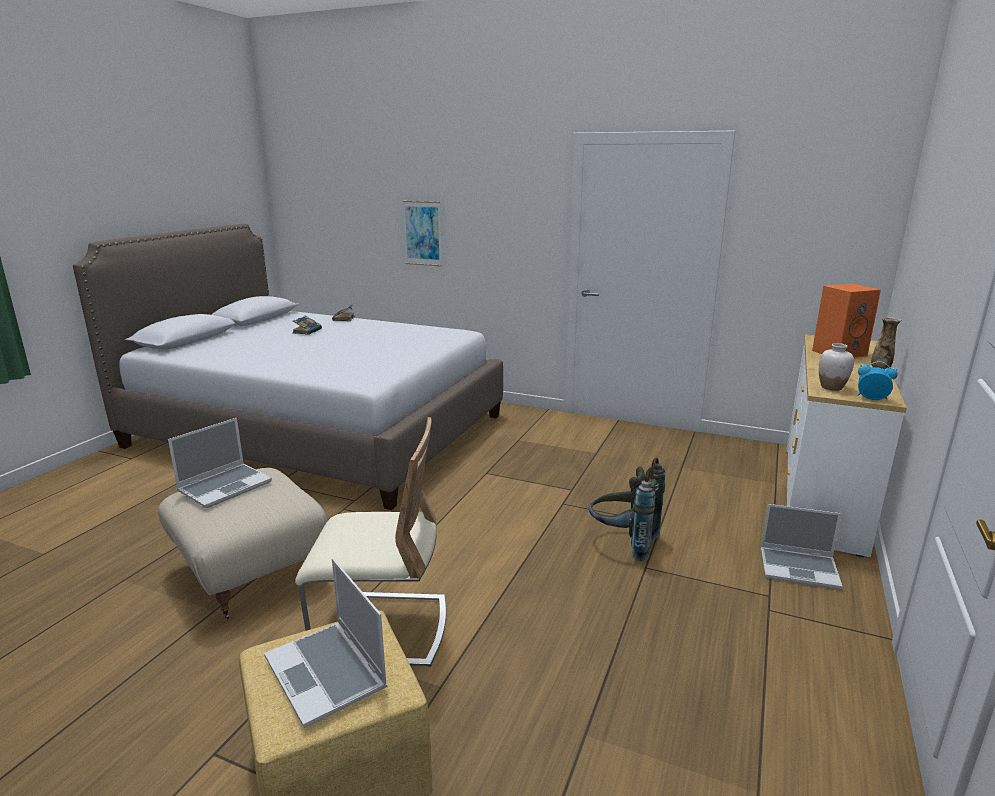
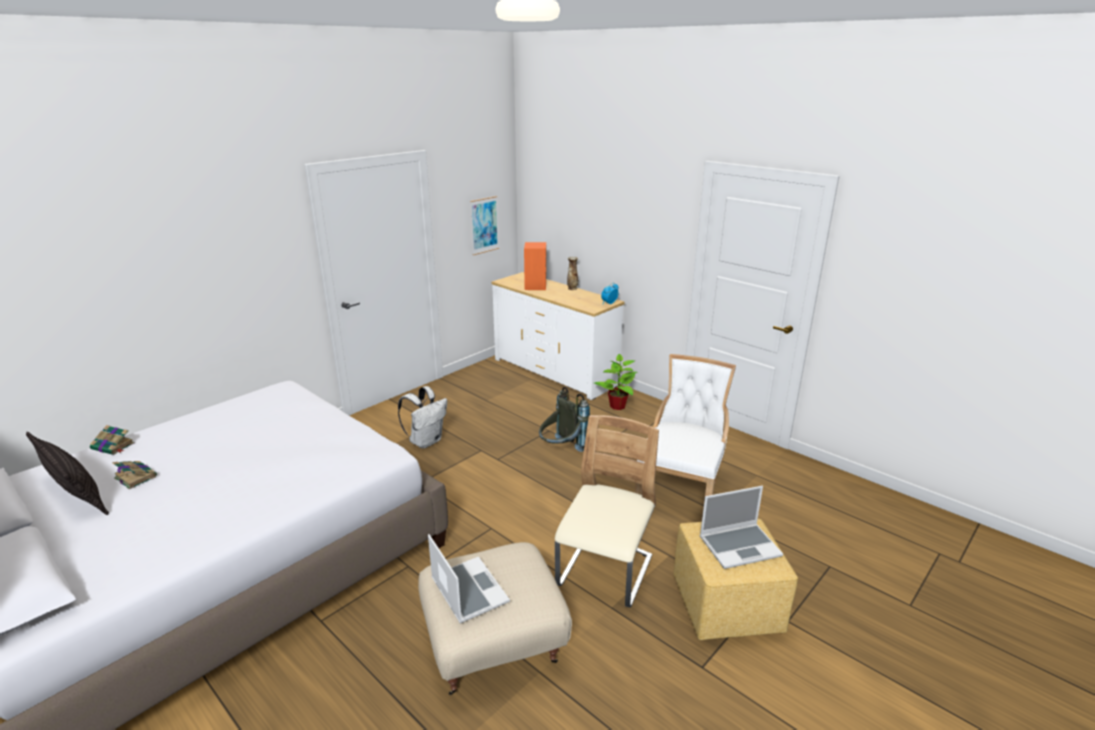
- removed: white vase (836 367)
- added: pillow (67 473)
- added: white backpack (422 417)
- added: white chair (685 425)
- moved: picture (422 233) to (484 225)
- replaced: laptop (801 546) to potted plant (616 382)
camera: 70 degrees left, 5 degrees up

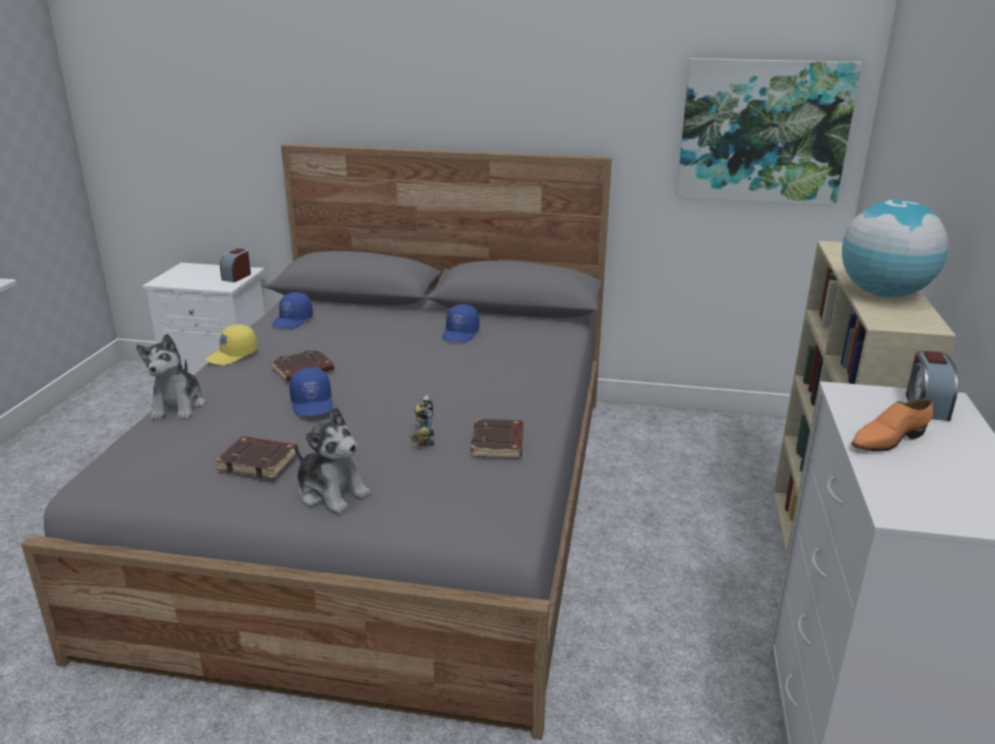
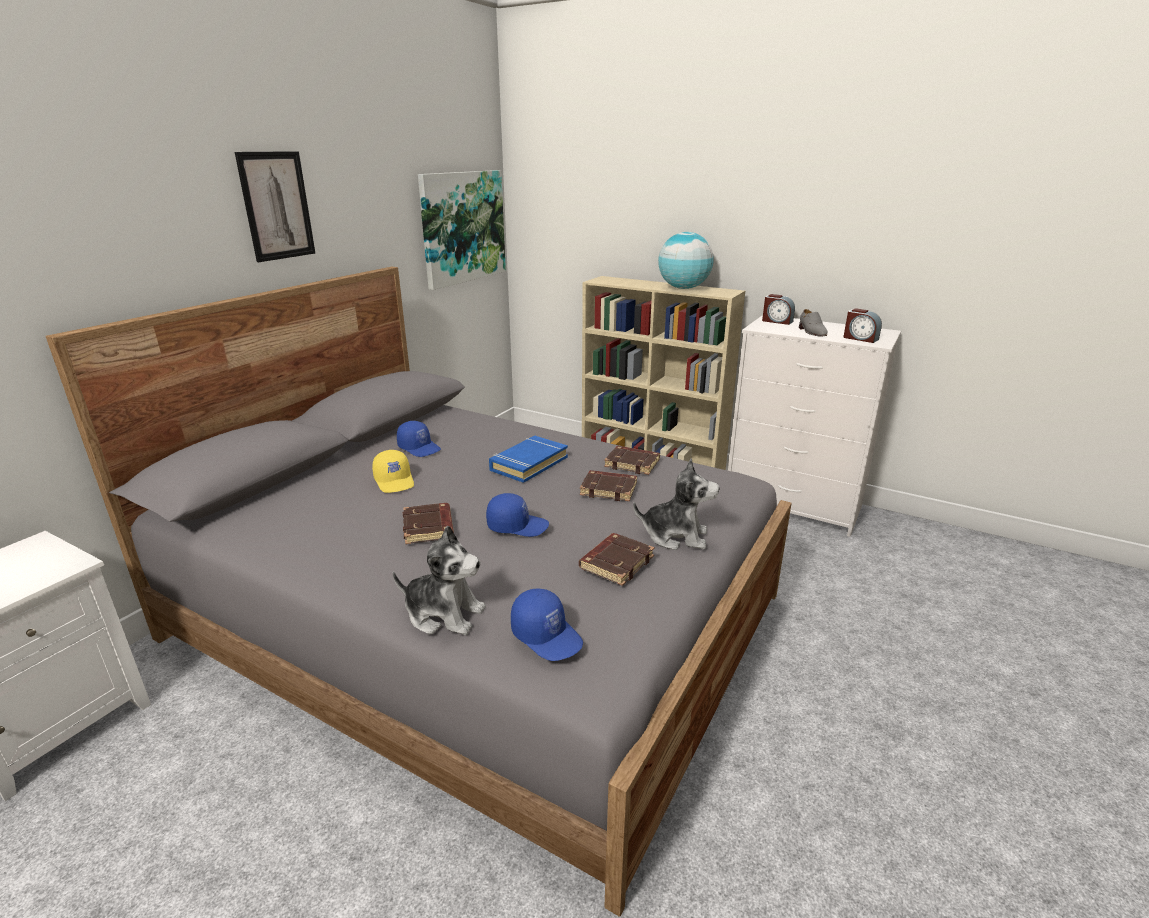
- added: picture (275 206)
- added: blue book (528 459)
- moved: yellow cap (232 345) to (393 471)
- moved: alarm clock (235 265) to (863 325)
- moved: blue cap (292 310) to (547 625)
- replaced: toy robot (422 420) to brown book (608 485)
- recoloured: orange shoe (892 425) to grey shoe (813 323)
- turned: plush toy (332 460) = (676 504) 45 degrees clockwise
camera: 70 degrees left, 0 degrees up

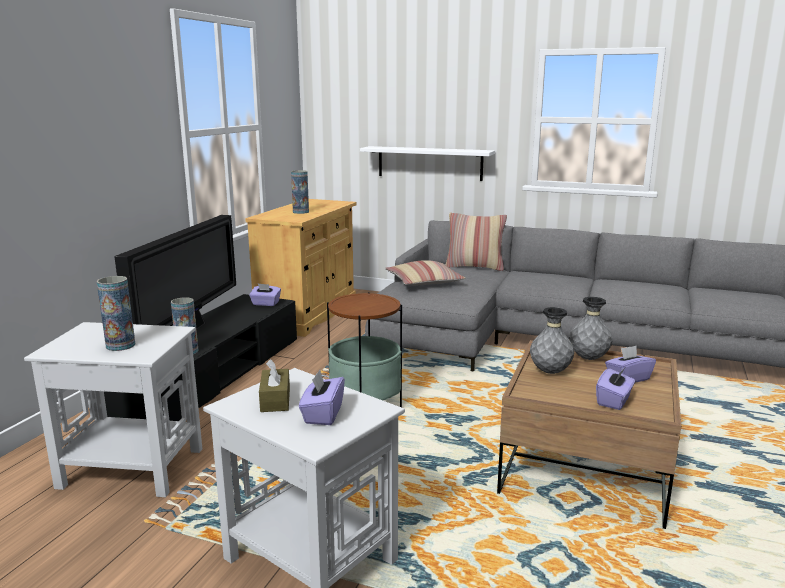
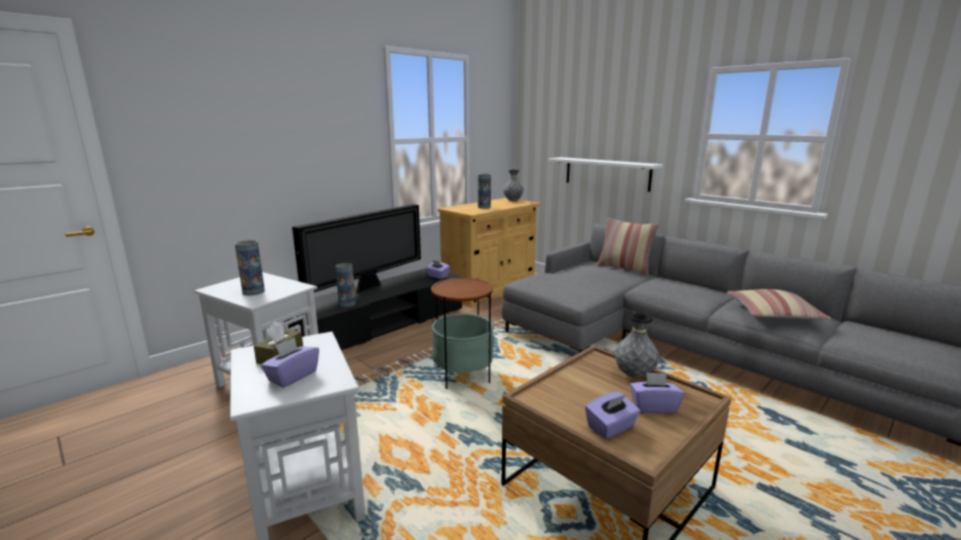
- moved: pillow (425 272) to (779 304)
- moved: grey vase (552 340) to (513 185)
camera: 25 degrees right, 0 degrees up

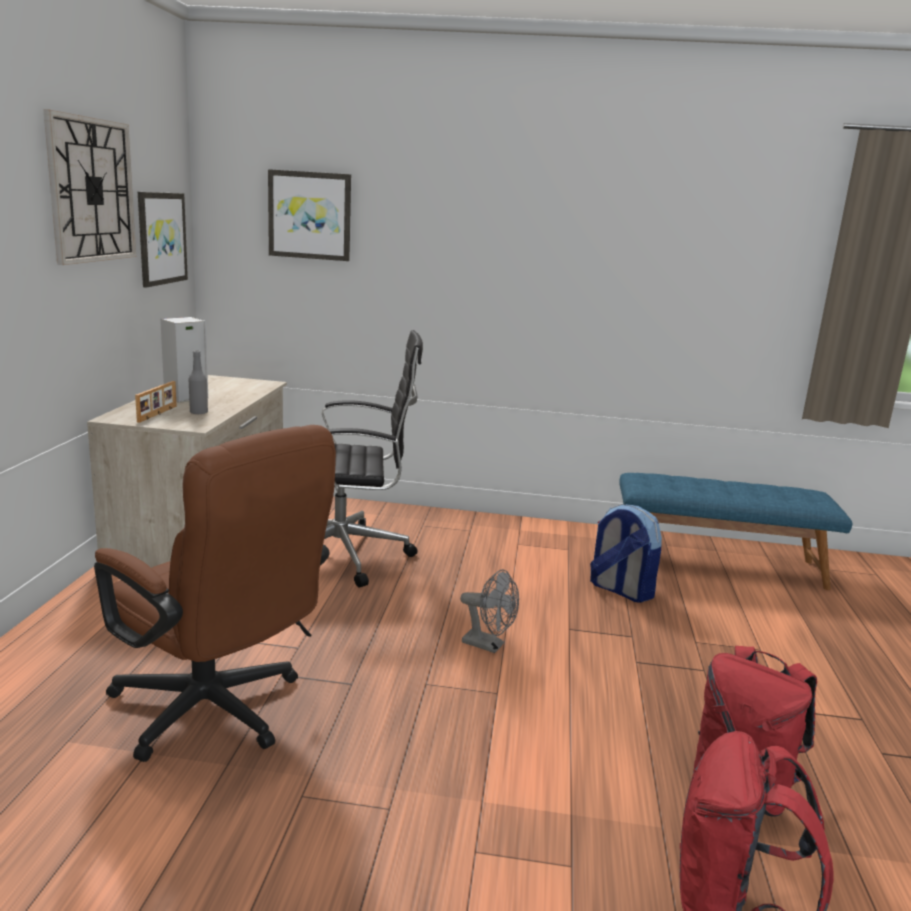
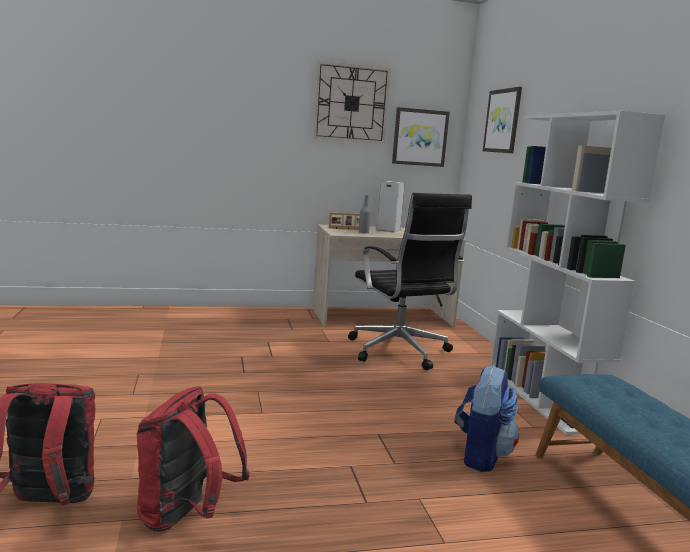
- removed: brown office chair (215 593)
- removed: grey fan (489 611)
- added: white bookcase (578 273)
camera: 70 degrees right, 5 degrees down

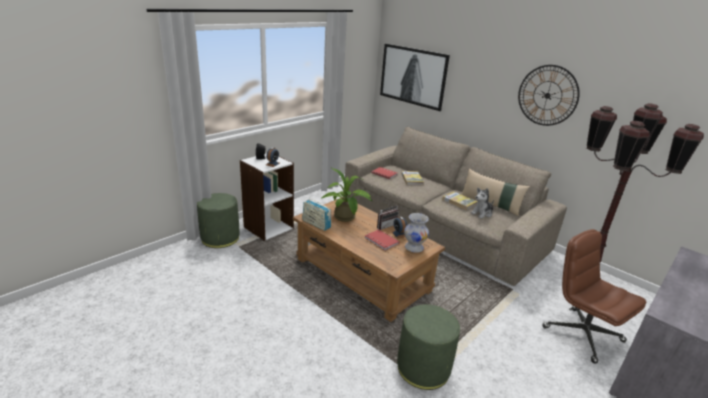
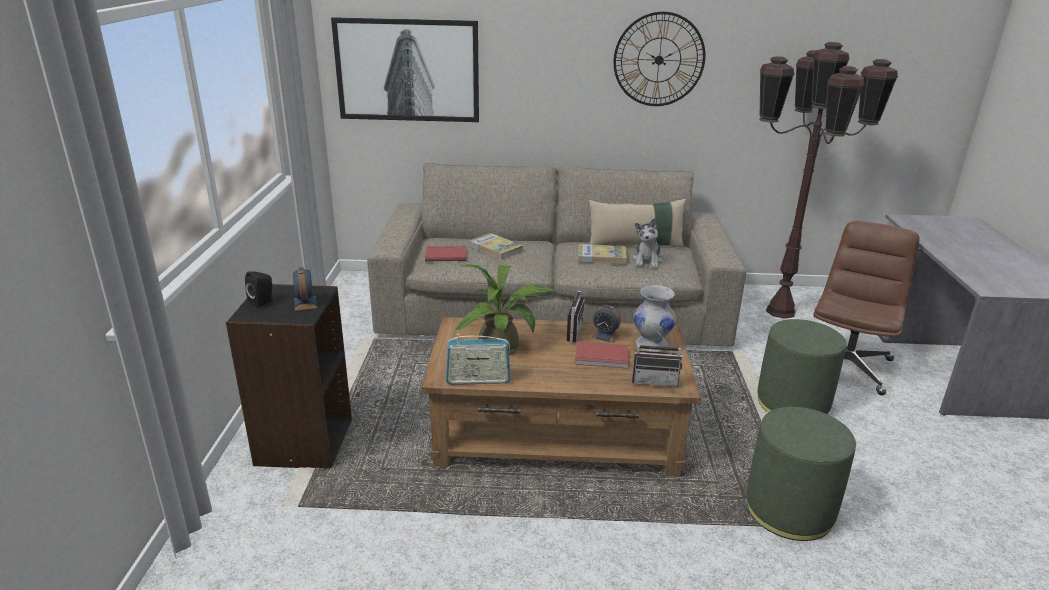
- added: radio (657 357)
- moved: green ottoman (218 220) to (801 366)
- recoloured: white bookcase (267 197) to black bookcase (289 376)
- turned: brown office chair (594 296) = (866 308) 105 degrees clockwise
camera: 40 degrees left, 0 degrees up

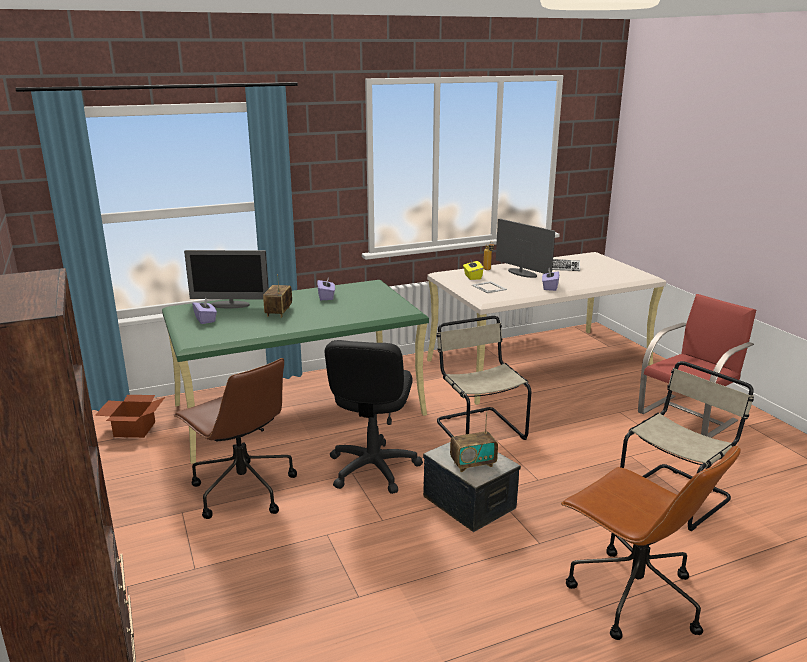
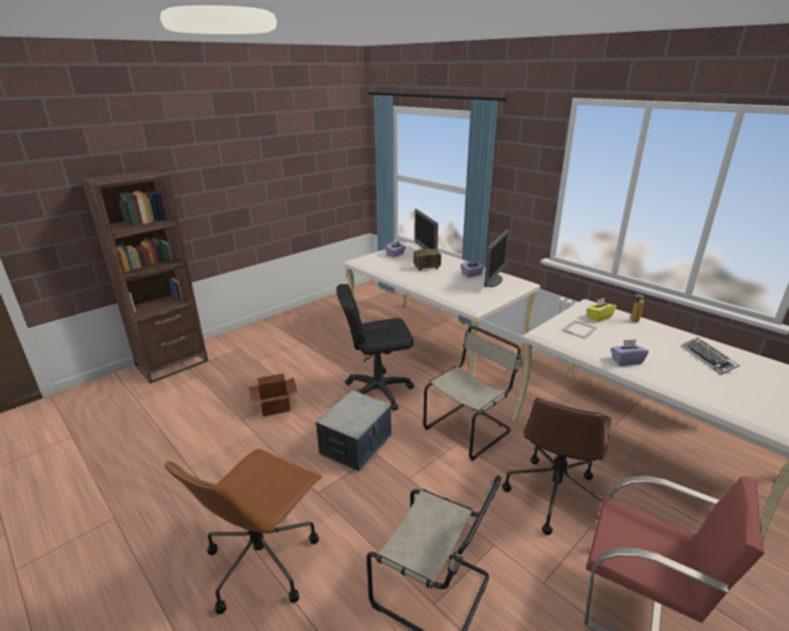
- removed: radio (474 442)
- moved: cardboard box (130 416) to (273 395)
- moved: brown office chair (235 438) to (557 466)
- moved: monitor (525 248) to (496 258)
- recoloured: green desk (295 372) to beige desk (442 310)
camera: 70 degrees right, 5 degrees up

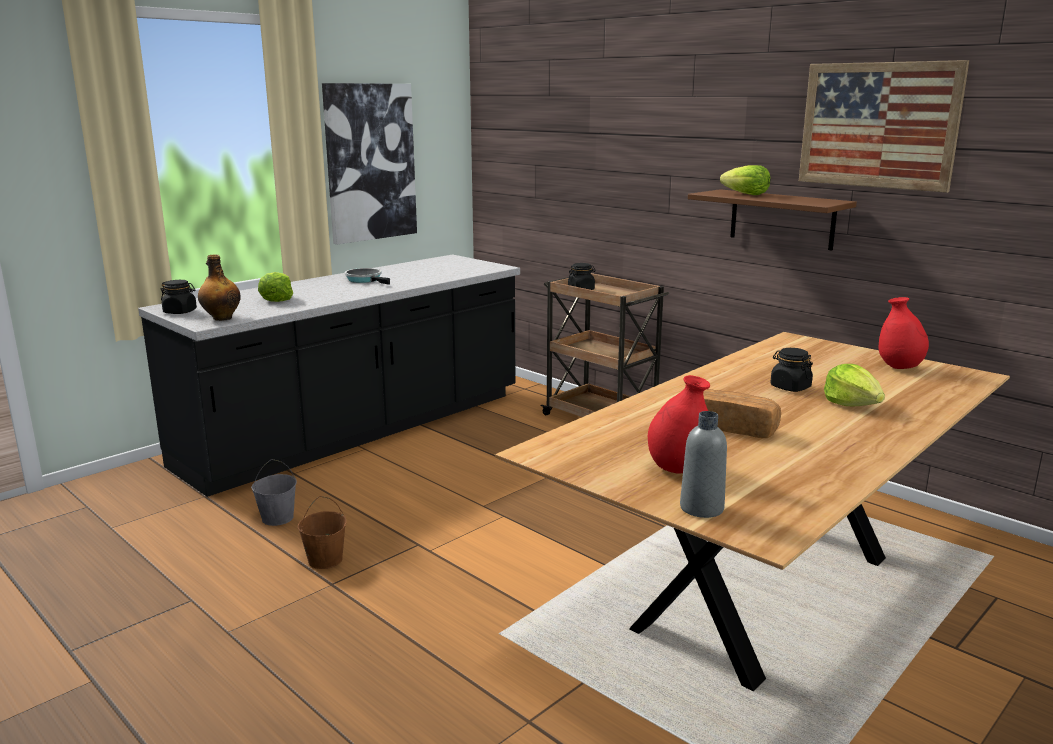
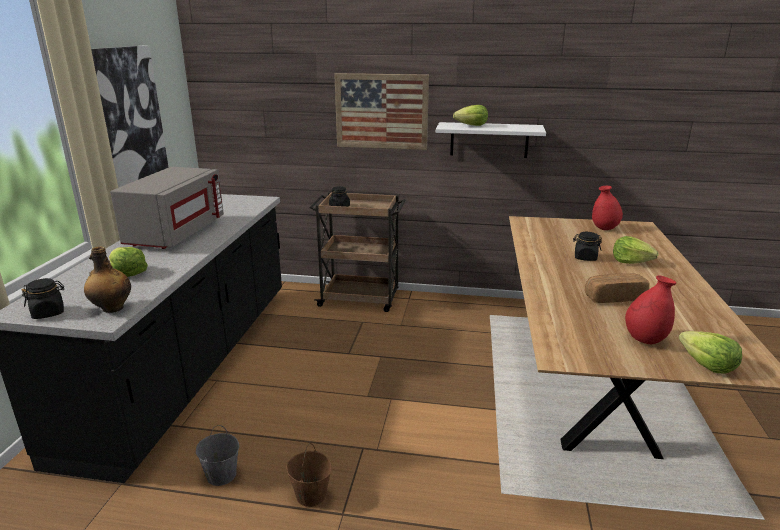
- moved: picture (884 126) to (381 111)
- replaced: frying pan (367 276) to grey microwave (167 208)
- replaced: grey bottle (703 464) to lettuce (710 352)
- recoloured: brown shelf (772 219) to white shelf (491 140)
camera: 35 degrees left, 5 degrees up

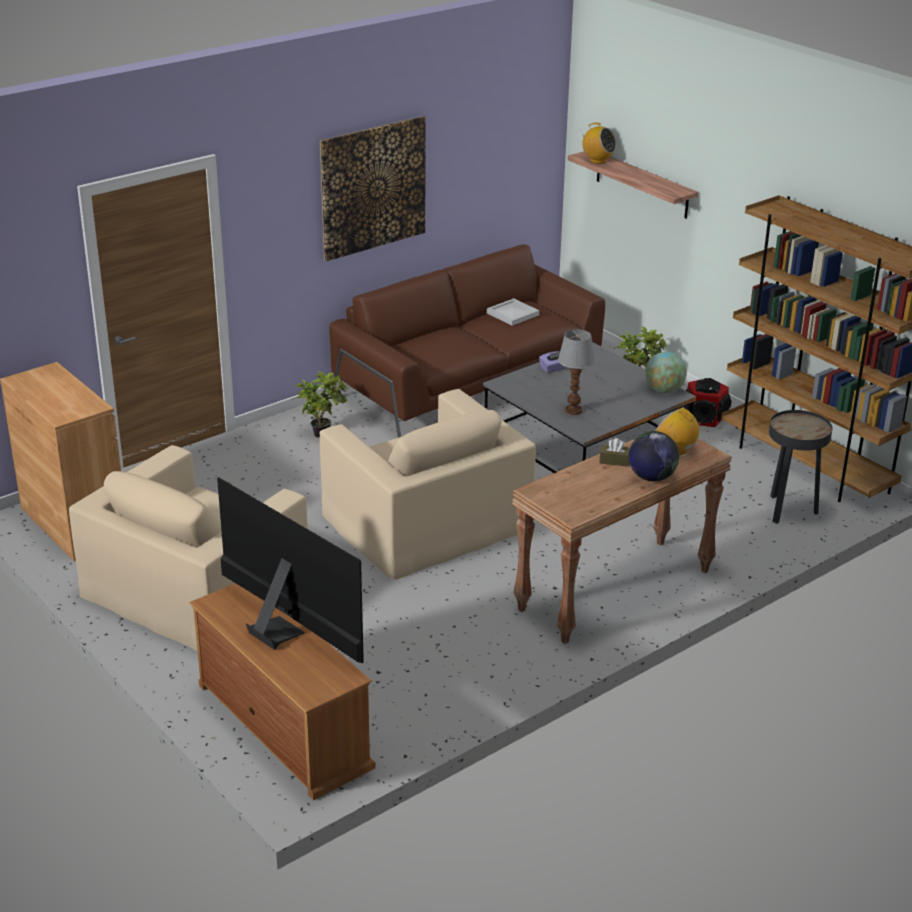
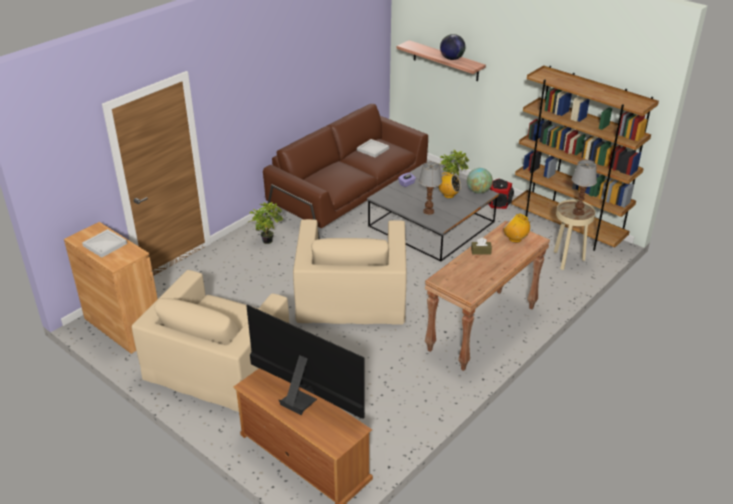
- removed: picture (372 188)
- added: white tray (104 243)
- added: table lamp (584 188)
- moved: radio (599 143) to (449 185)
- moved: globe (654 456) to (452 47)
- recoloured: black side table (800 467) to beige side table (574 235)
- turned: beige armchair (428 484) = (350 272) 45 degrees clockwise
camera: 10 degrees left, 5 degrees up

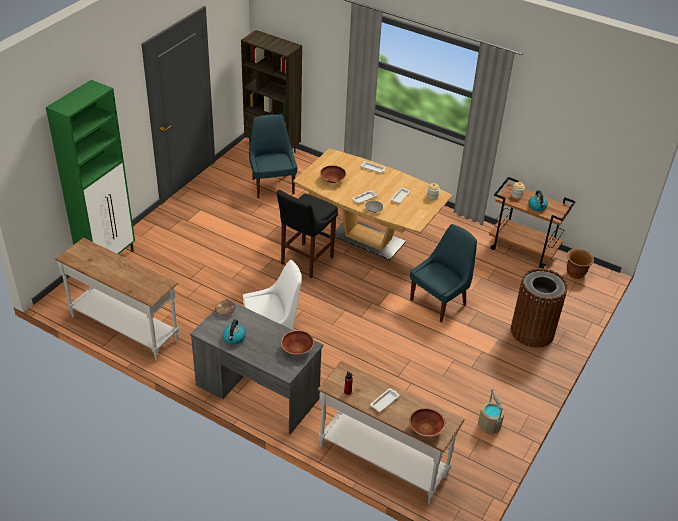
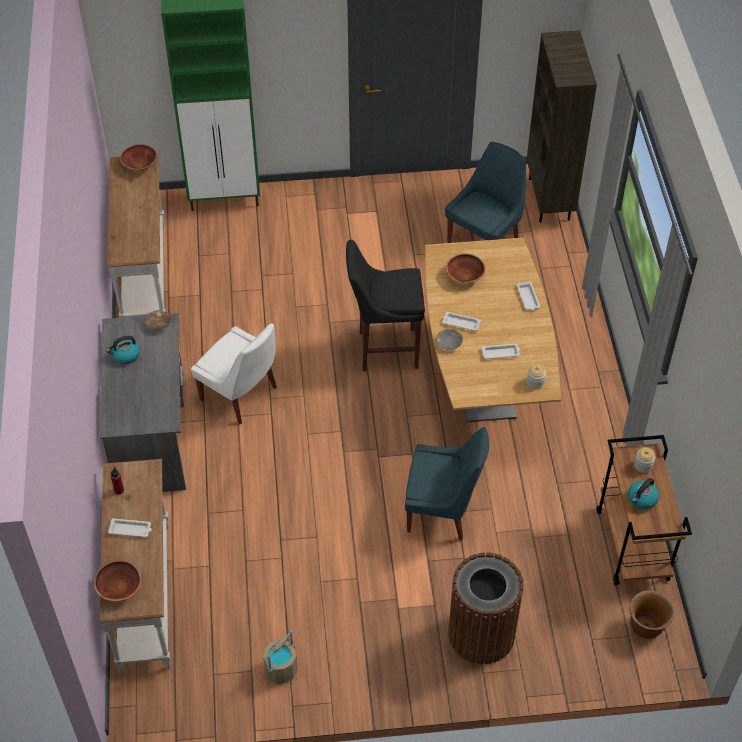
- moved: brown bowl (297 342) to (138 157)
camera: 55 degrees right, 10 degrees up

